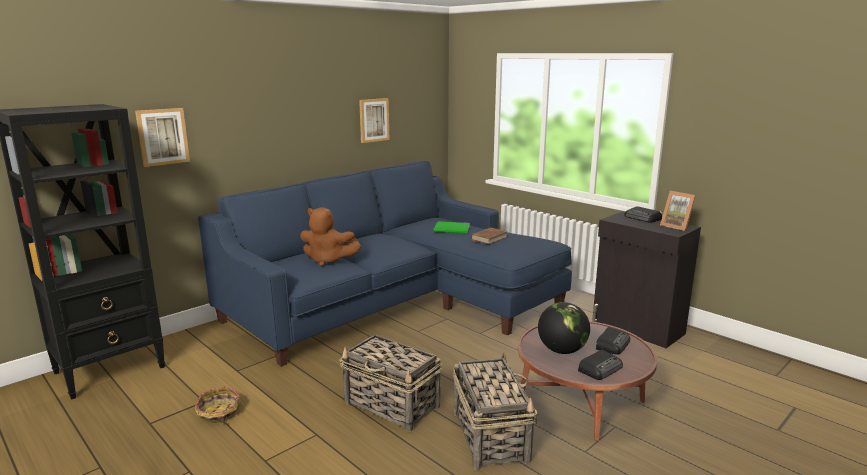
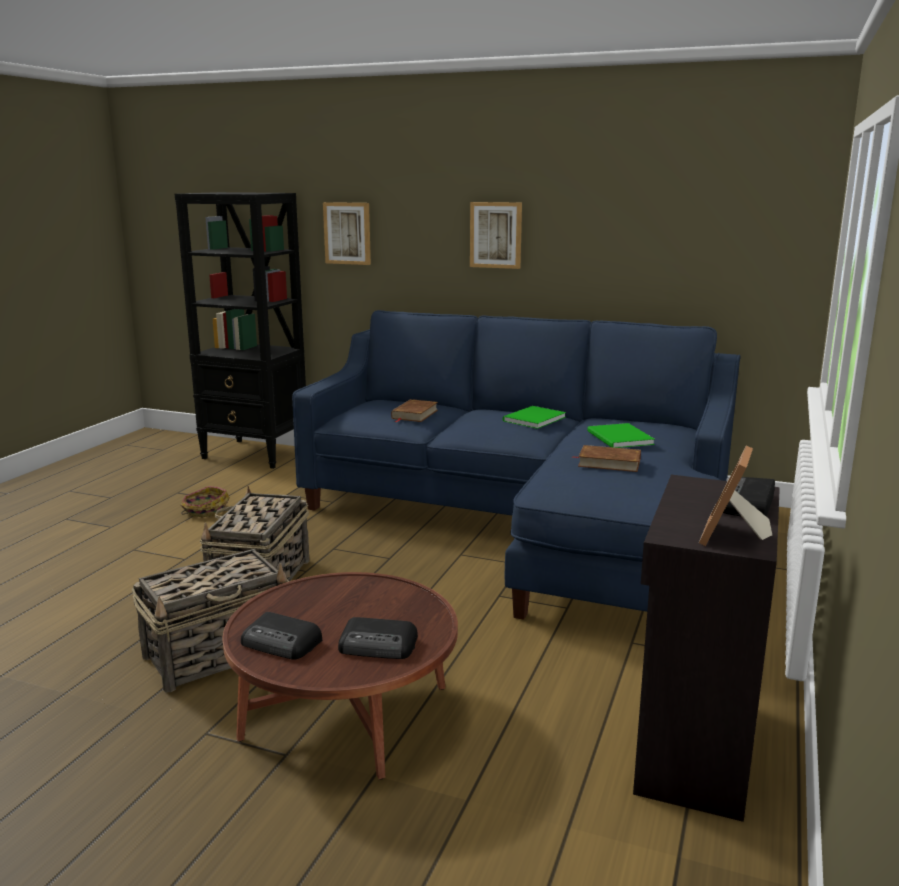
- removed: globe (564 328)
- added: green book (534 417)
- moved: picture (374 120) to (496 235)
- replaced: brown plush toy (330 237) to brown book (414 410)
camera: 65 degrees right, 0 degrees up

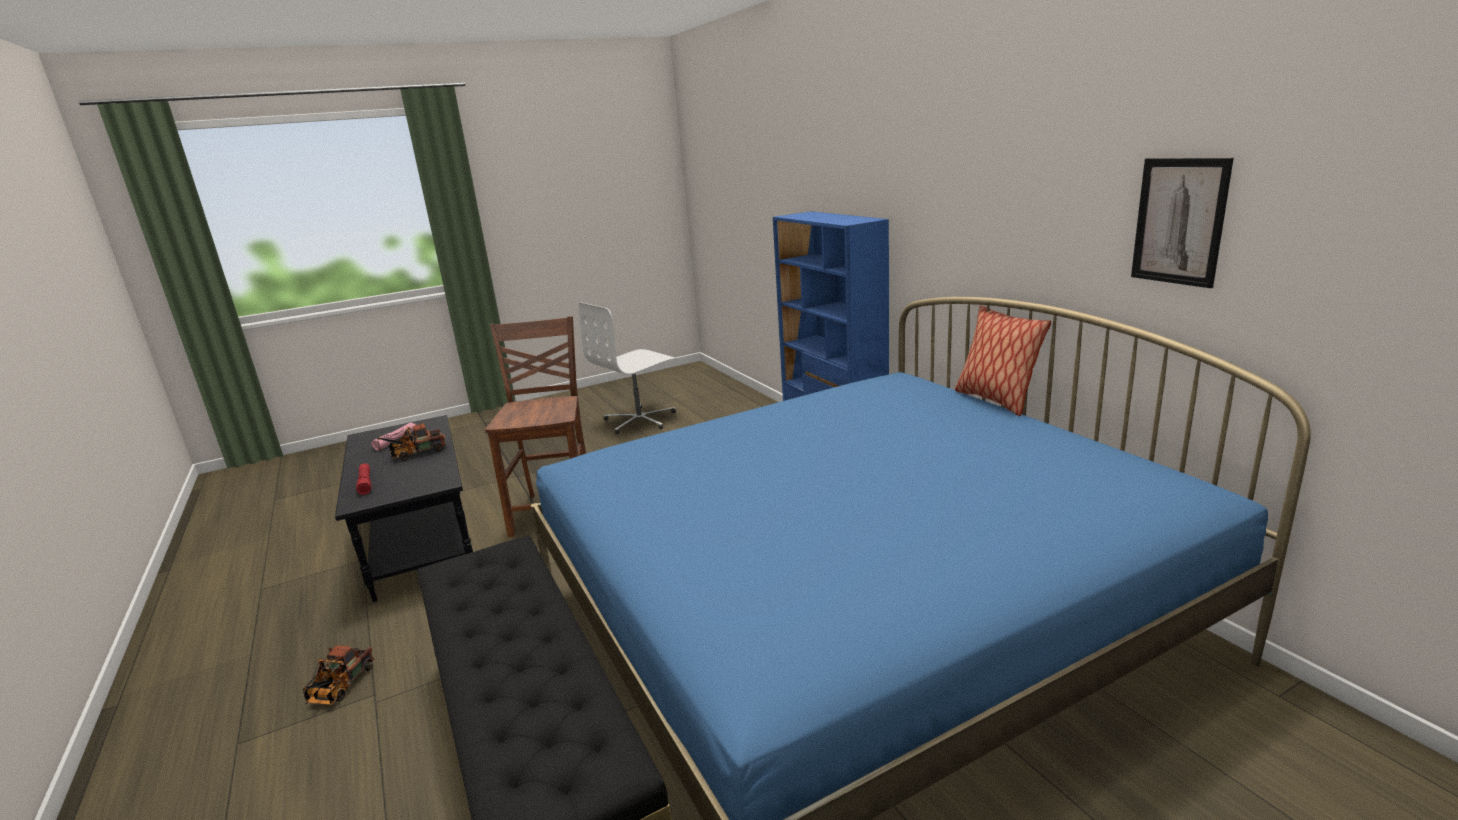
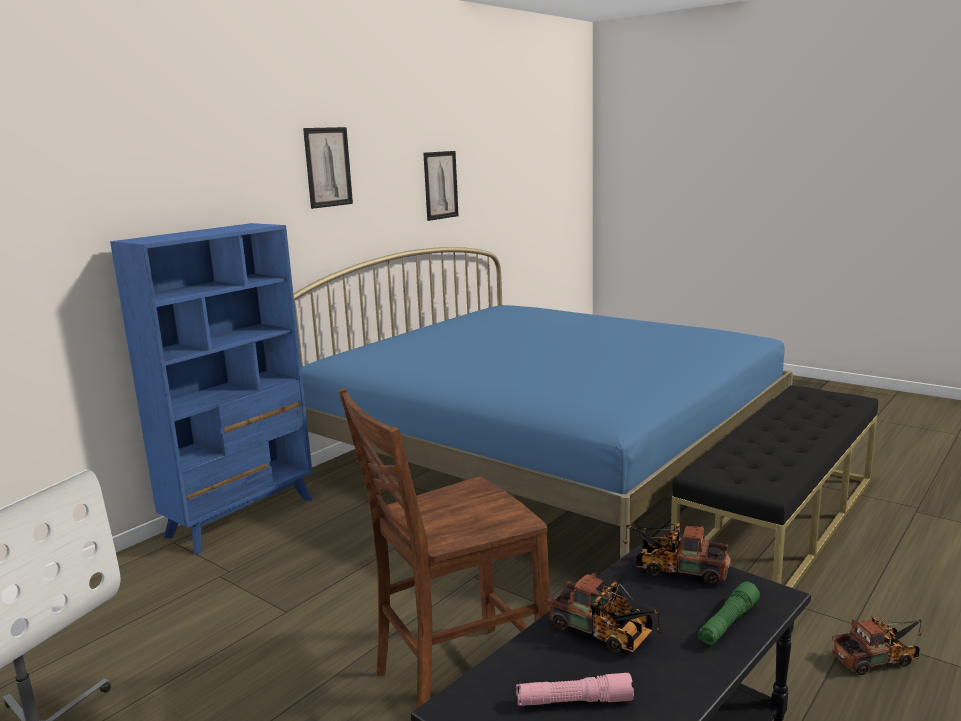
- removed: pillow (1003 360)
- added: picture (328 168)
- added: toy truck (677 554)
- recoloured: red flashlight (363 479) to green flashlight (728 613)
camera: 115 degrees left, 5 degrees down

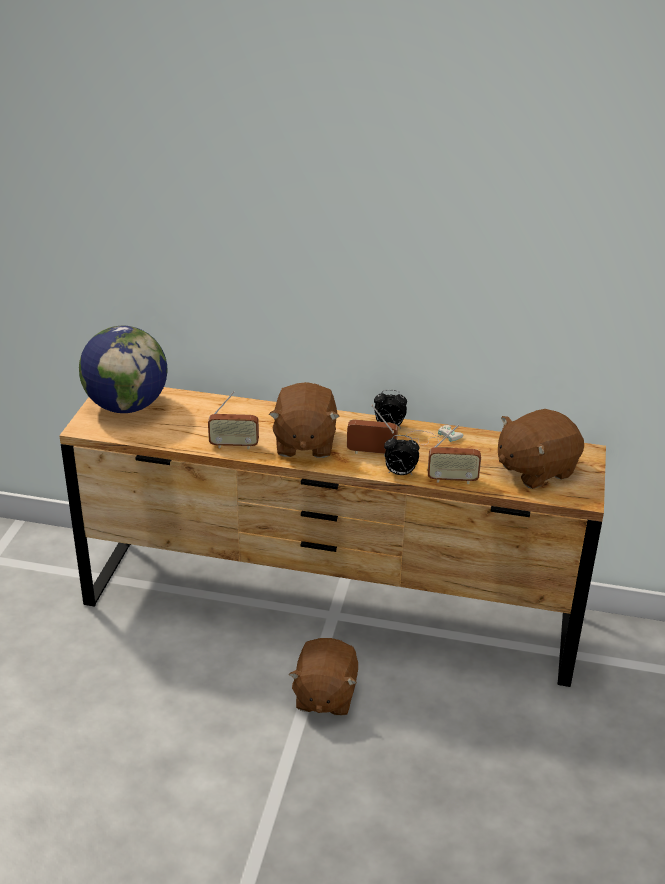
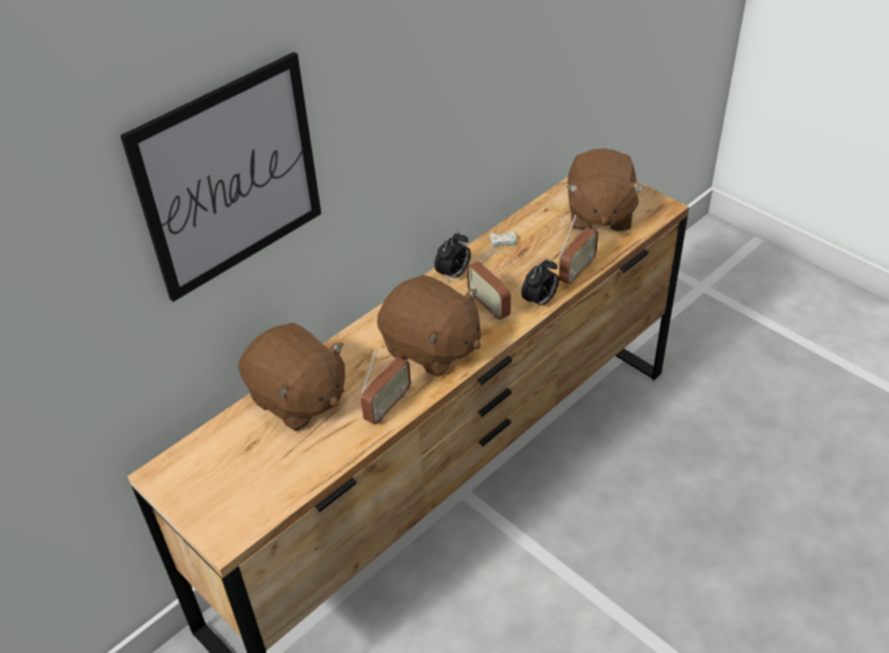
- removed: globe (123 369)
- added: picture (220 177)
- moved: brown plush toy (323 677) to (291 377)
- turned: radio (372 430) = (489 285) 75 degrees counterclockwise
camera: 55 degrees left, 10 degrees up

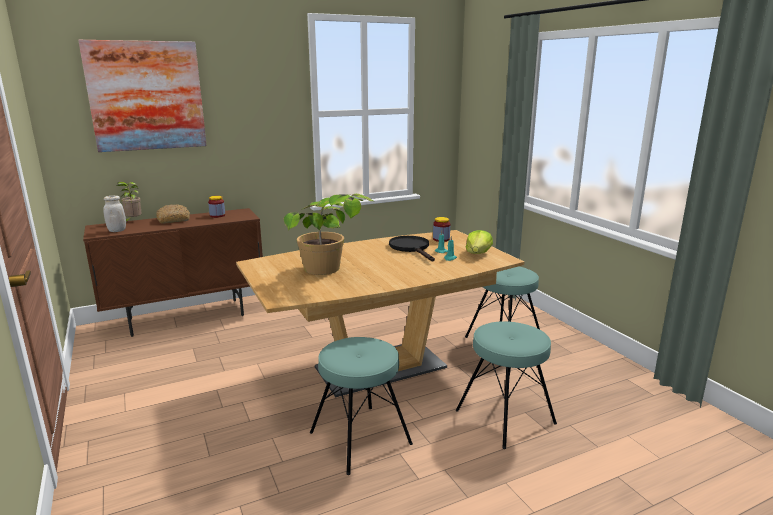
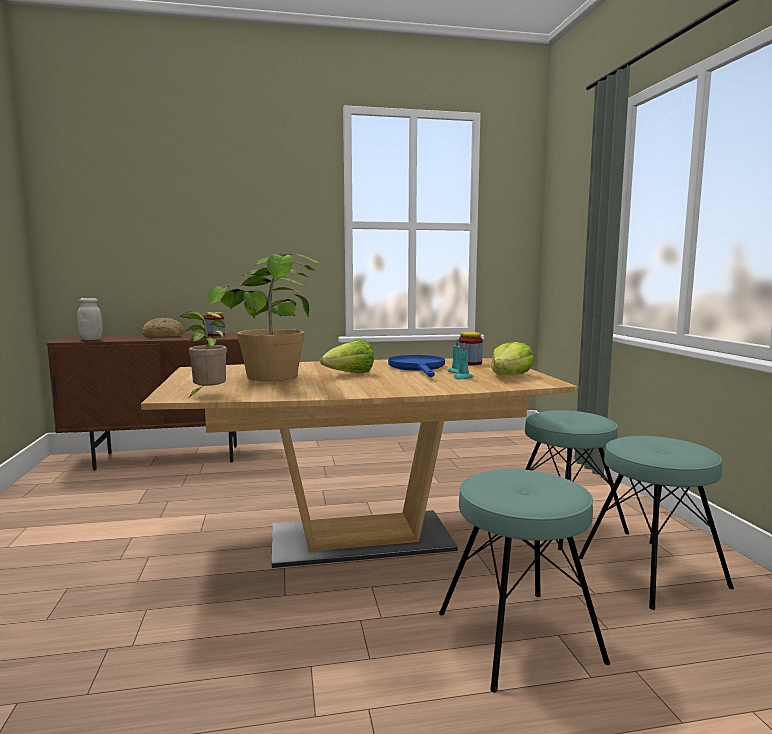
- removed: picture (142 96)
- added: lettuce (347 356)
- moved: potted plant (129 202) to (203 354)
- moved: turquoise stool (361 406) to (656 523)
- recoloured: black frying pan (412 248) to blue frying pan (416 366)
camera: 15 degrees right, 10 degrees down

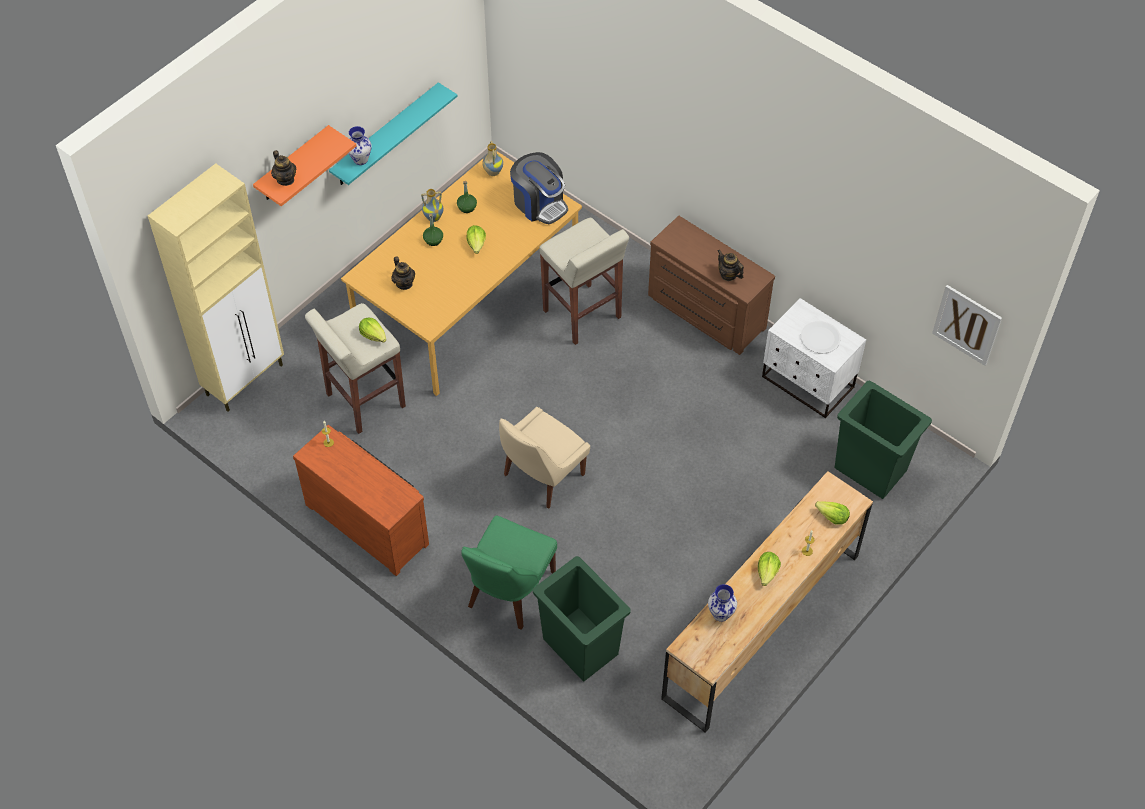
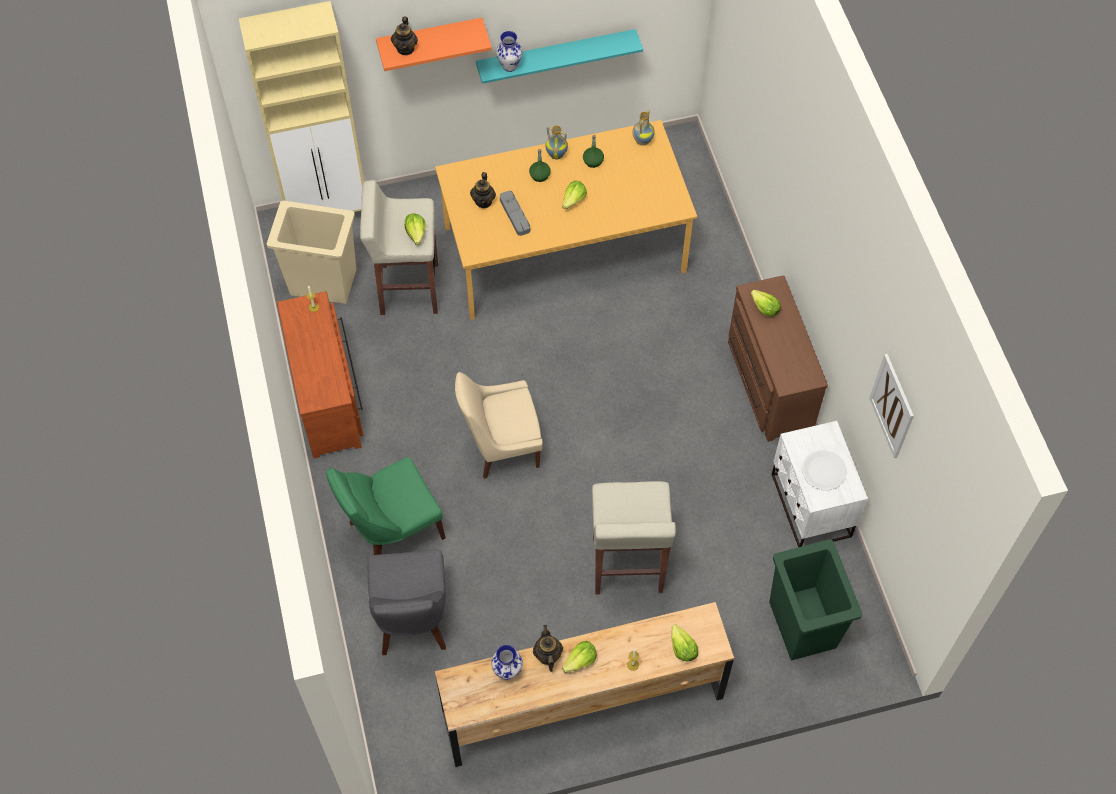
- removed: coffee machine (539 188)
- added: beige trash can (311 252)
- added: grey tray (515 213)
- added: lettuce (766 303)
- moved: beige stool (584 281) to (634 537)
- moved: teapot (731 265) to (548 648)
- moved: picture (967 325) to (891 406)
- replaced: green trash can (582 619) to grey chair (406 602)
camera: 35 degrees right, 5 degrees up

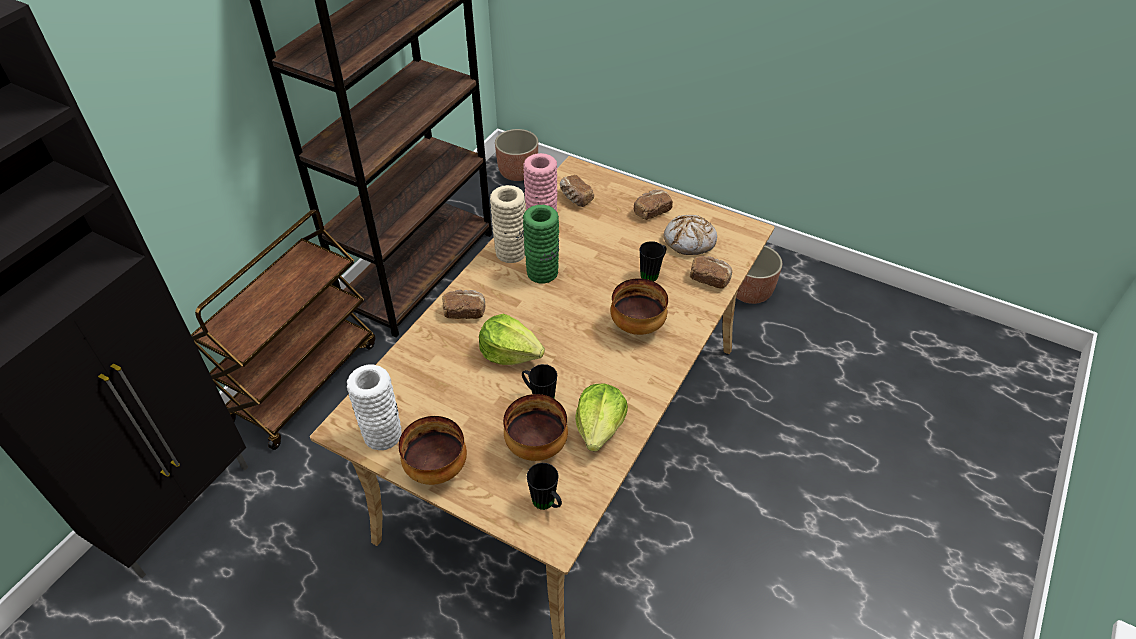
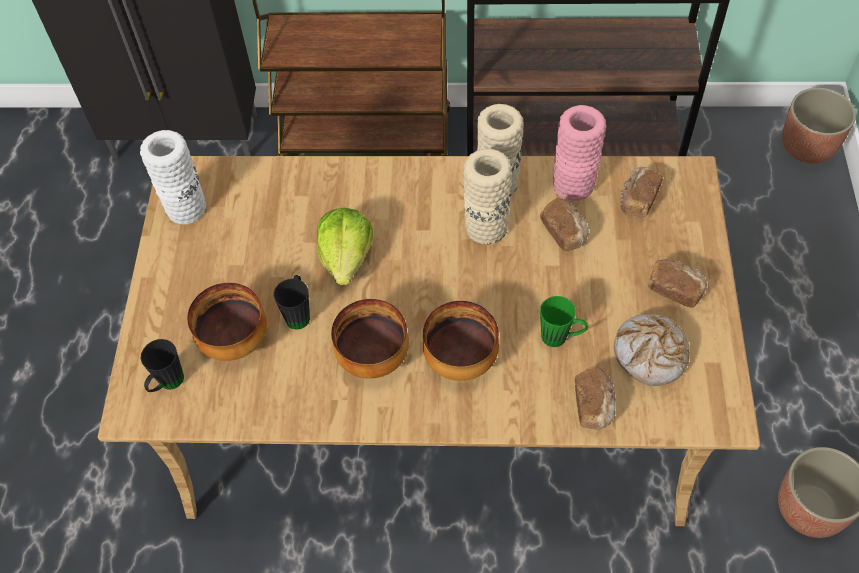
- removed: lettuce (601 417)
- moved: bowl (432 450) to (370 339)
- moved: bread (463 304) to (564 224)
- recoloured: green vase (541 244) to beige vase (488 196)
- recoloured: black mug (653 261) to green mug (564 321)
camera: 65 degrees right, 10 degrees up

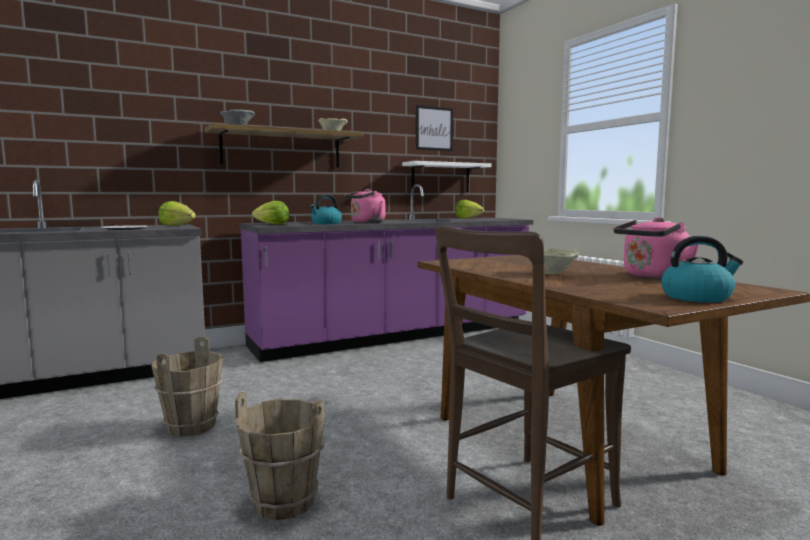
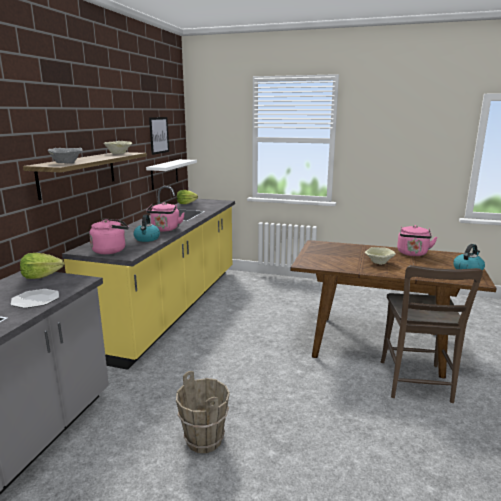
- removed: brown bucket (280 456)
- replaced: lettuce (270 212) to pink kettle (109 236)
- recoloured: purple counter (386 273) to yellow counter (148 278)
camera: 45 degrees left, 10 degrees up

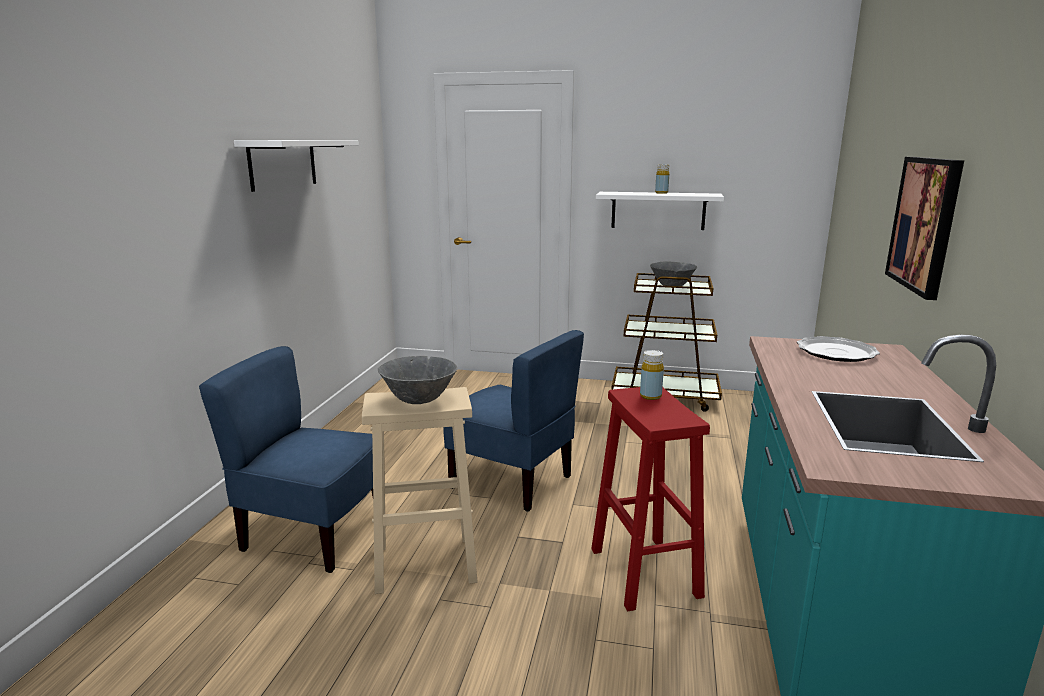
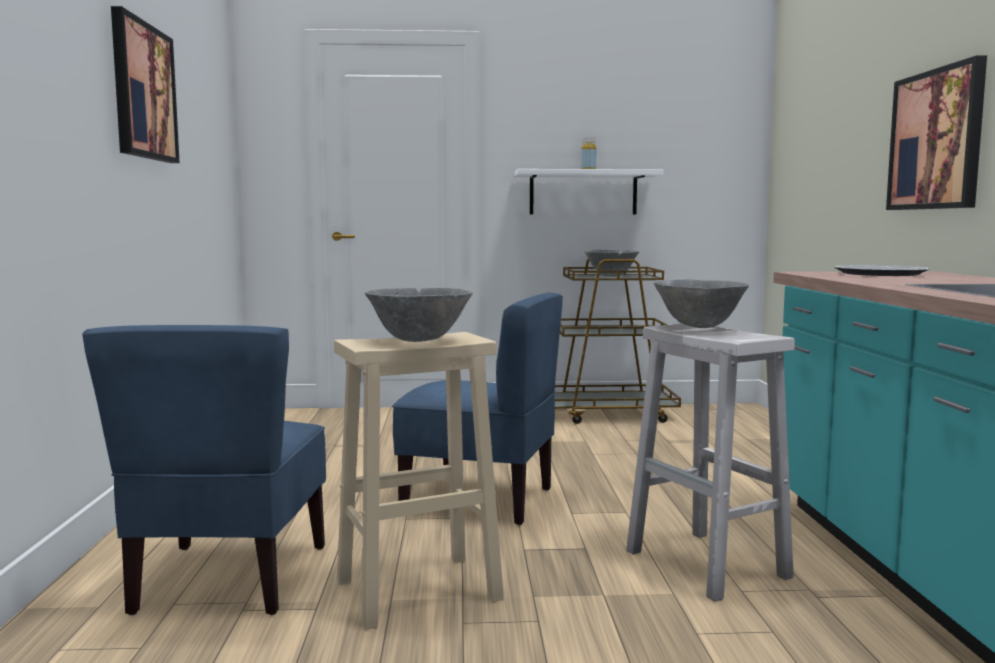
- replaced: white shelf (296 166) to picture (145 84)
- replaced: yellow bottle (652 375) to grey bowl (701 304)
- recoloured: red stool (650 499) to white stool (710 462)
- turned: blue chair (286 459) = (204 470) 90 degrees counterclockwise
camera: 15 degrees left, 10 degrees down

